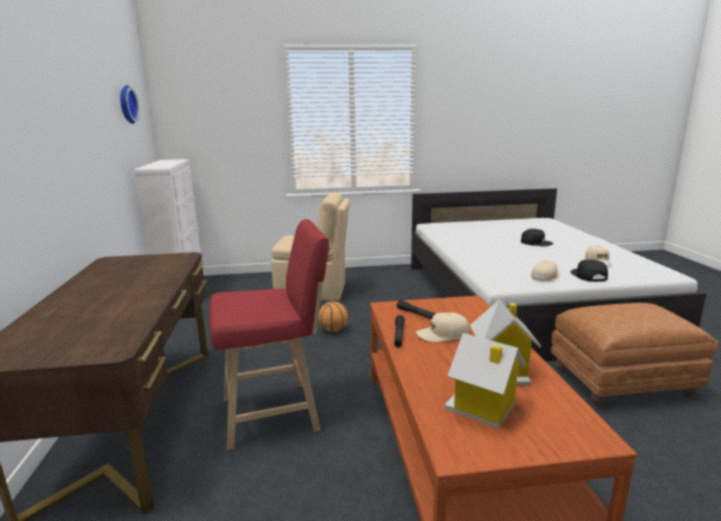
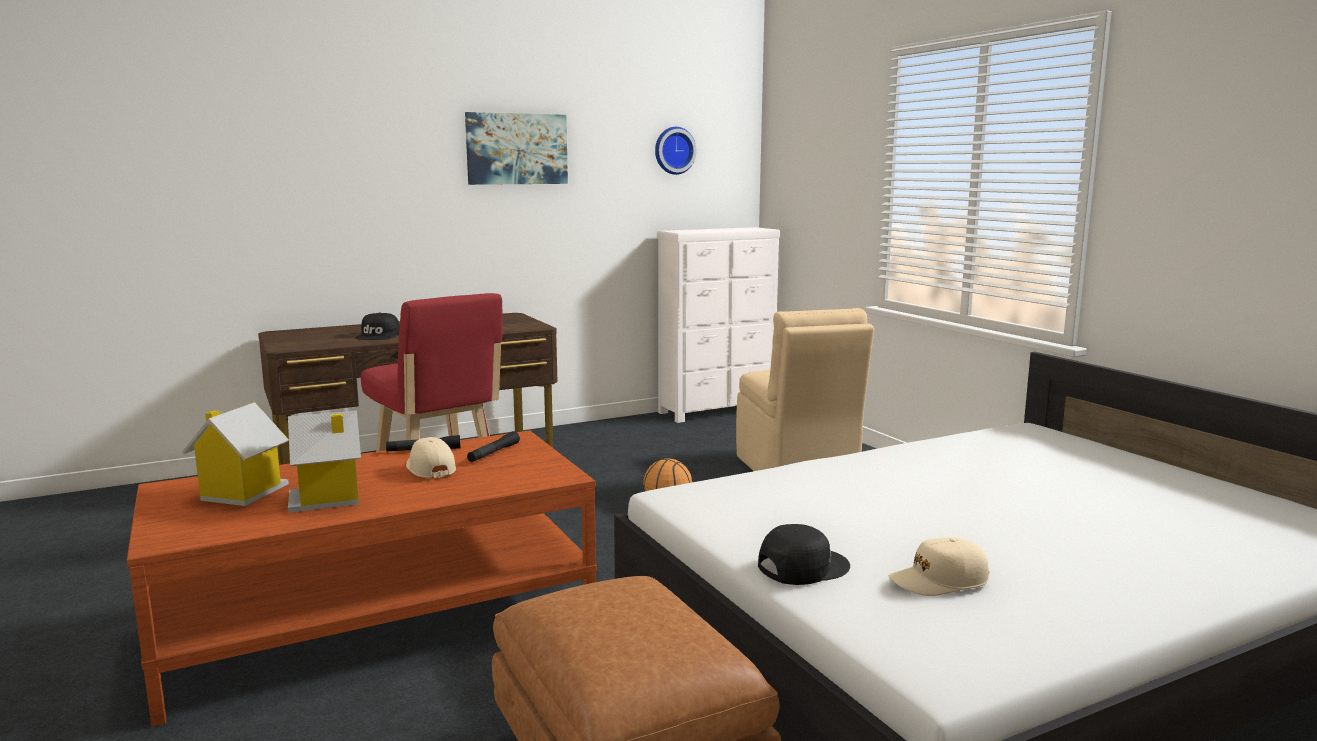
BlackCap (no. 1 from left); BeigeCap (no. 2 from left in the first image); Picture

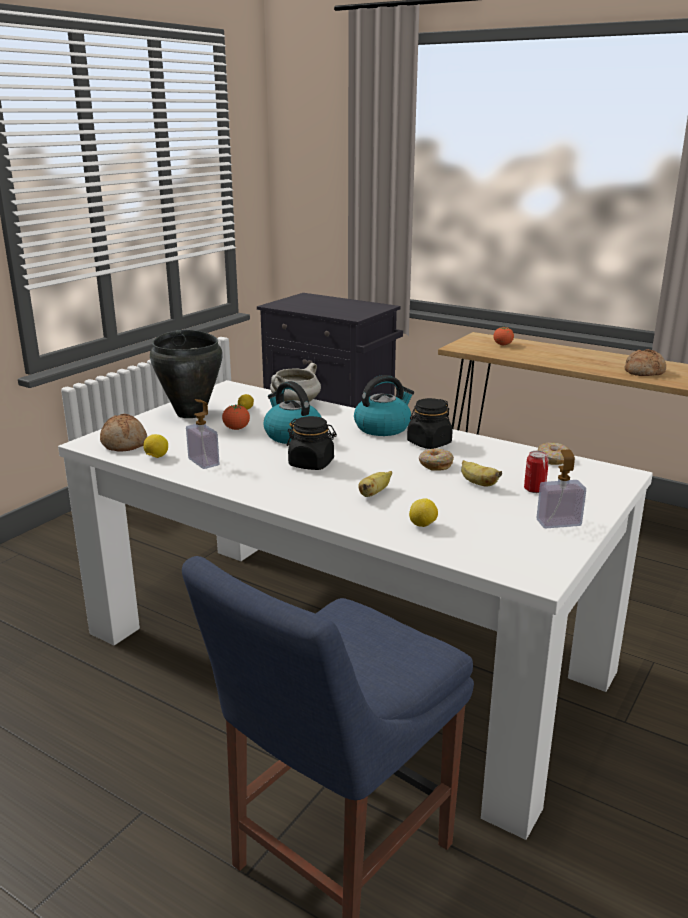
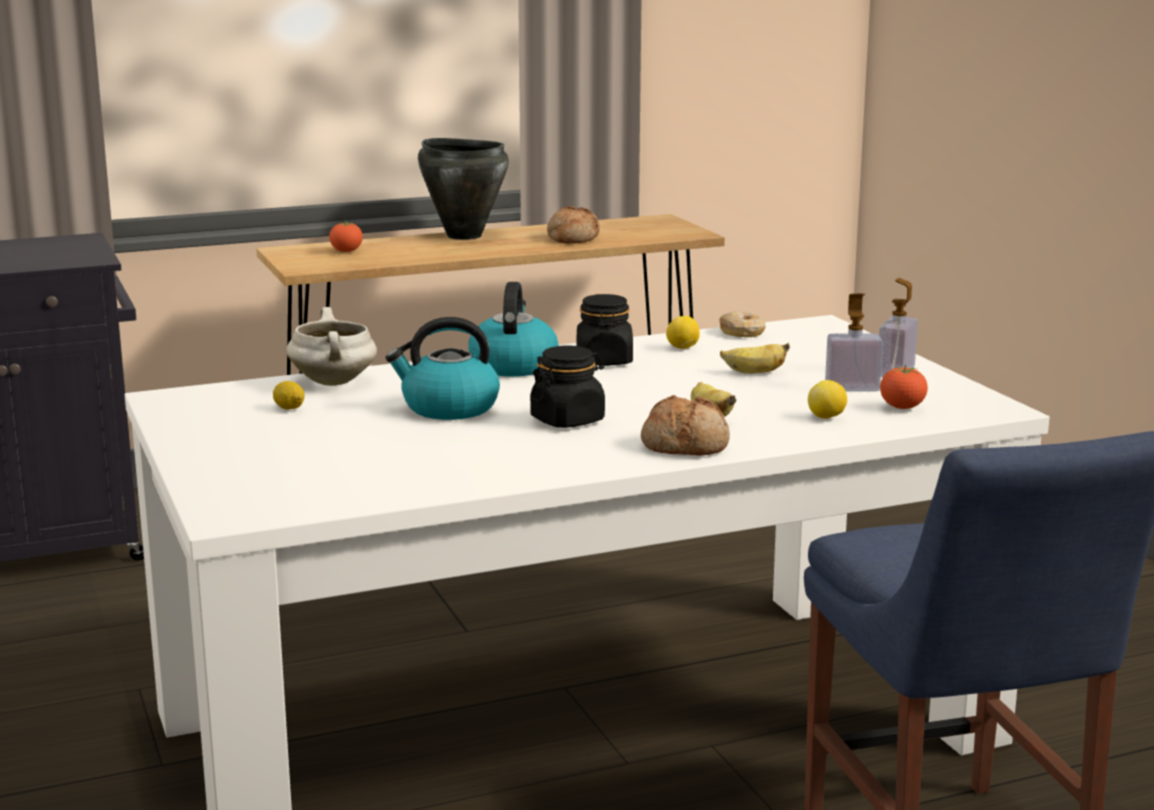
Bread (no. 2 from left); Lemon (no. 2 from left); BlackCookingPot; SoapDispenser (no. 1 from left); Tomato (no. 2 from left); Donut (no. 1 from left in the first image); Can

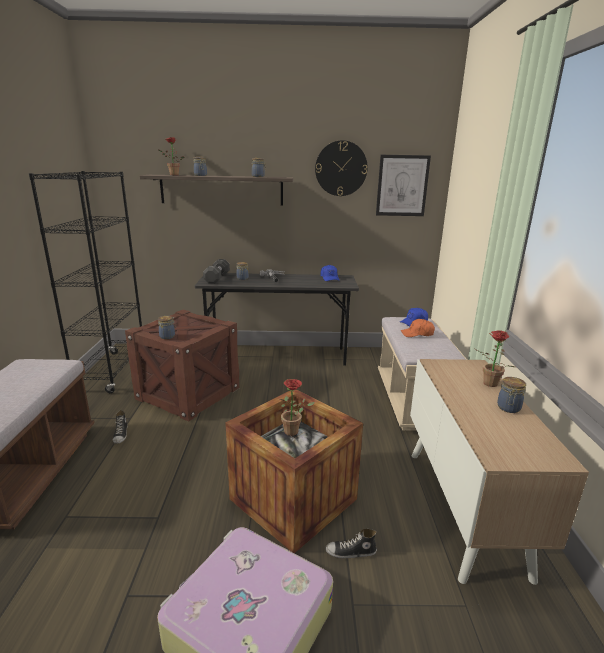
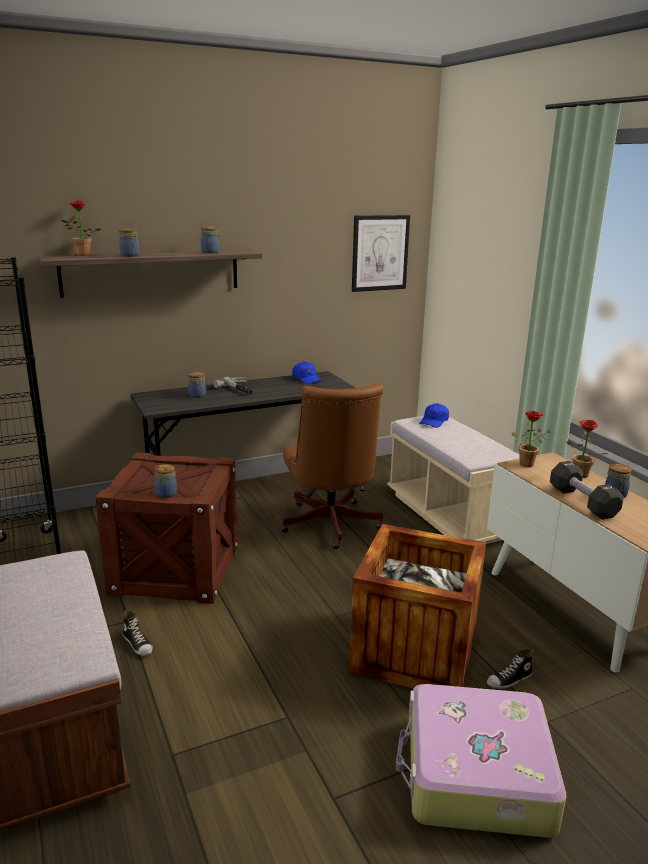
BlackDumbbell; PottedPlant (no. 2 from left); WallClock; OrangeCap; BrownOfficeChair

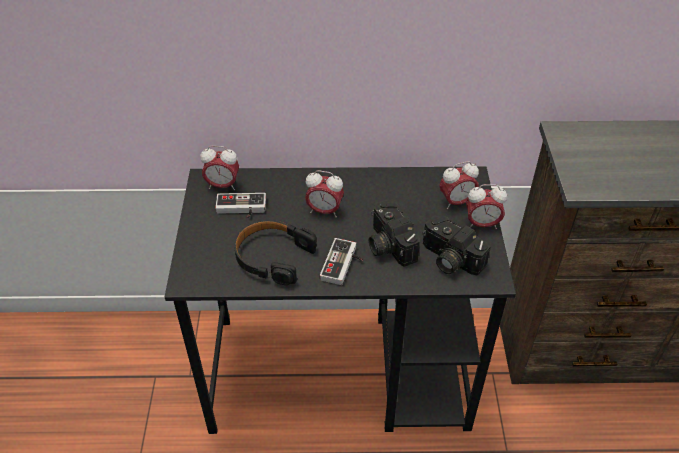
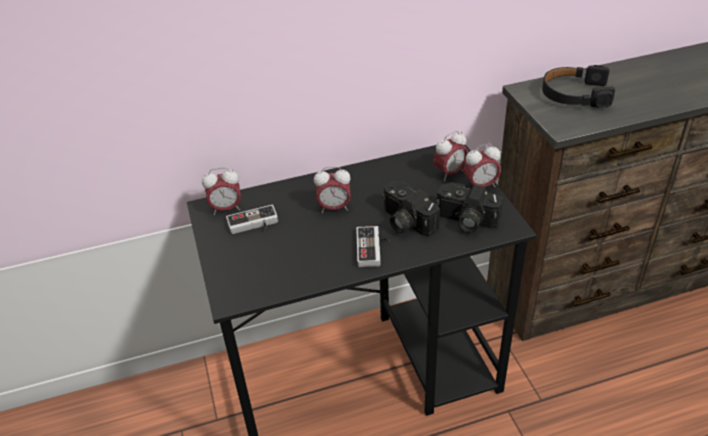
BlackHeadphones

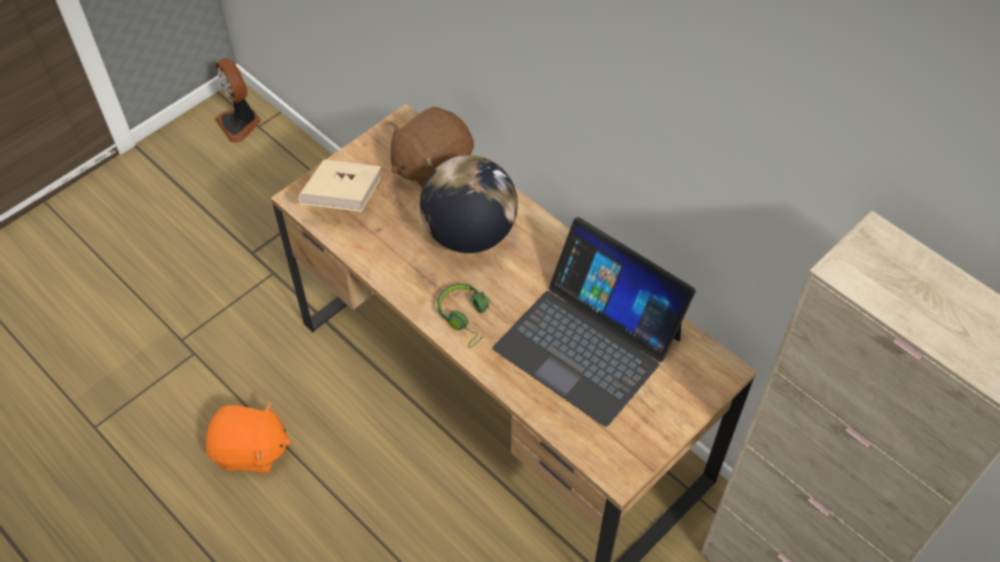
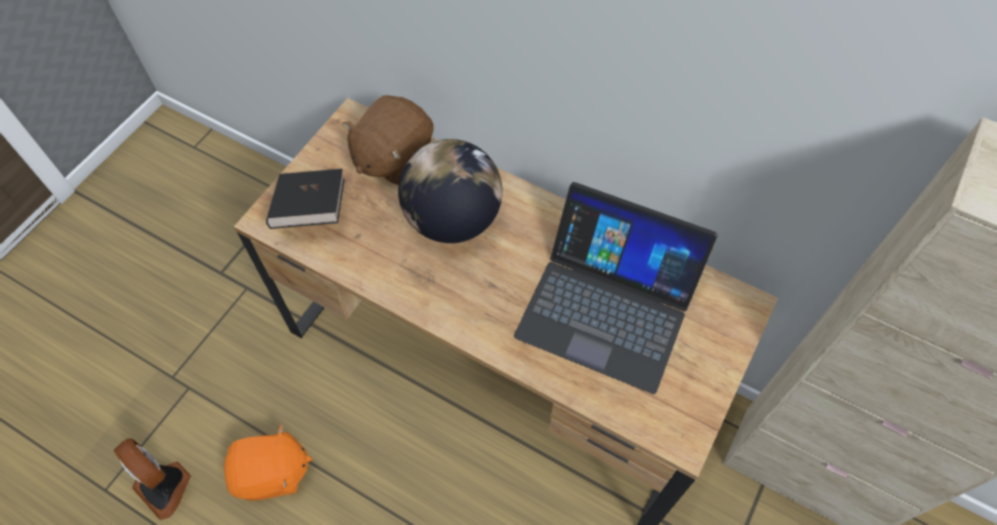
Fan; BlackBook; GreenHeadphones

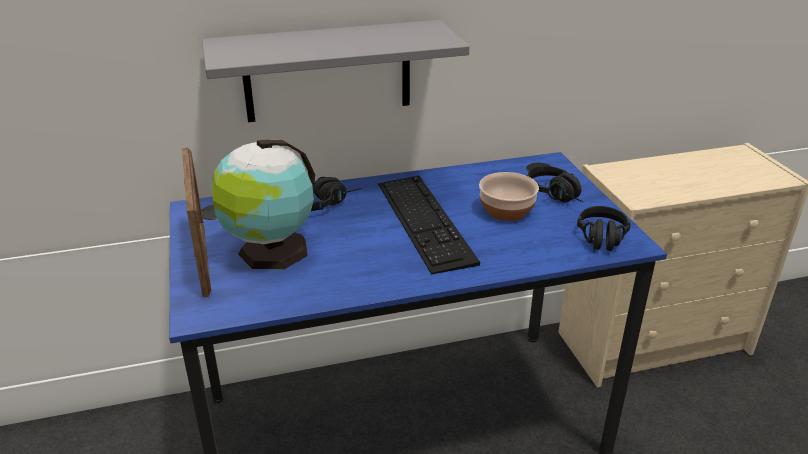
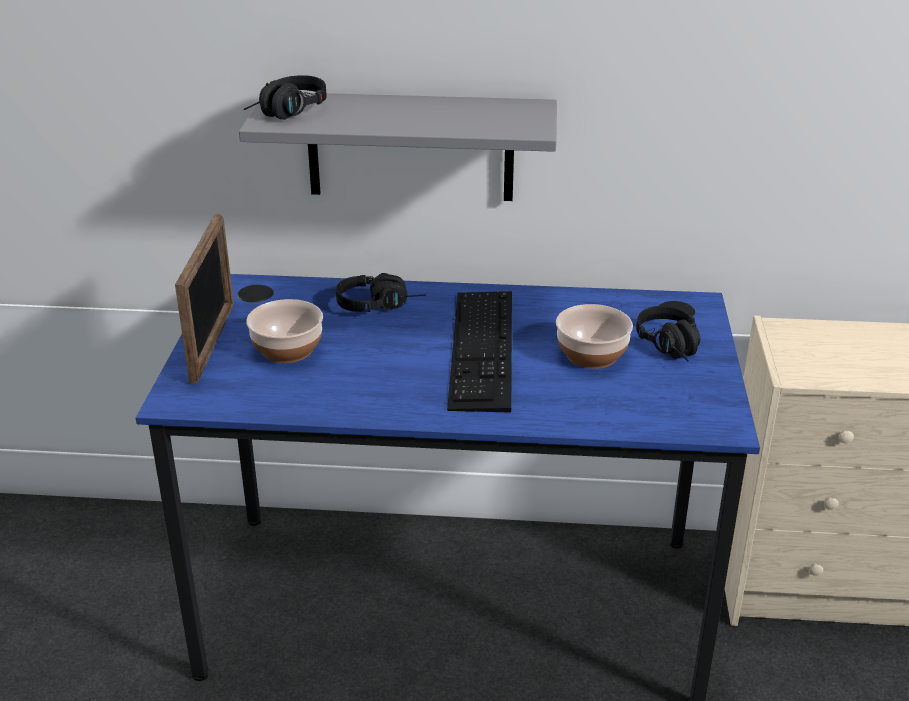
Bowl (no. 1 from left); BlackHeadphones (no. 1 from left)

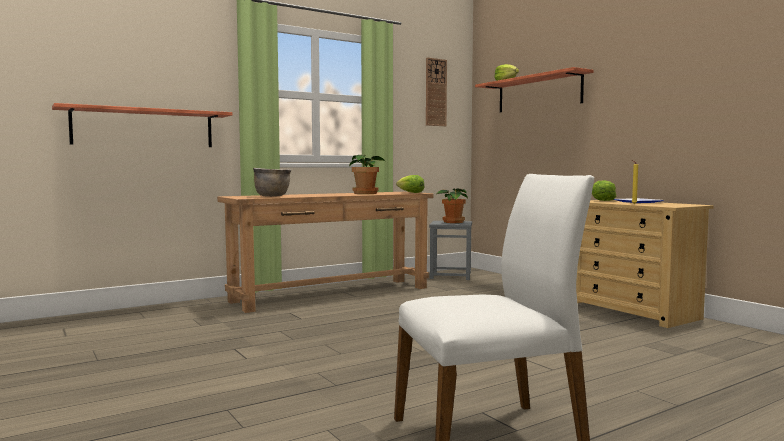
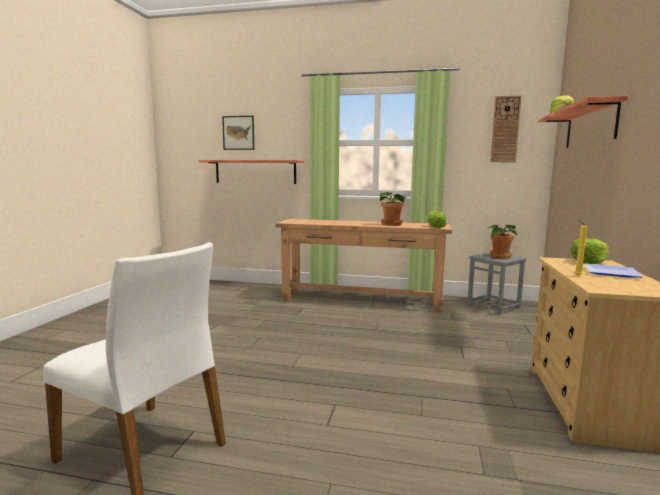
BrownCookingPot; Picture

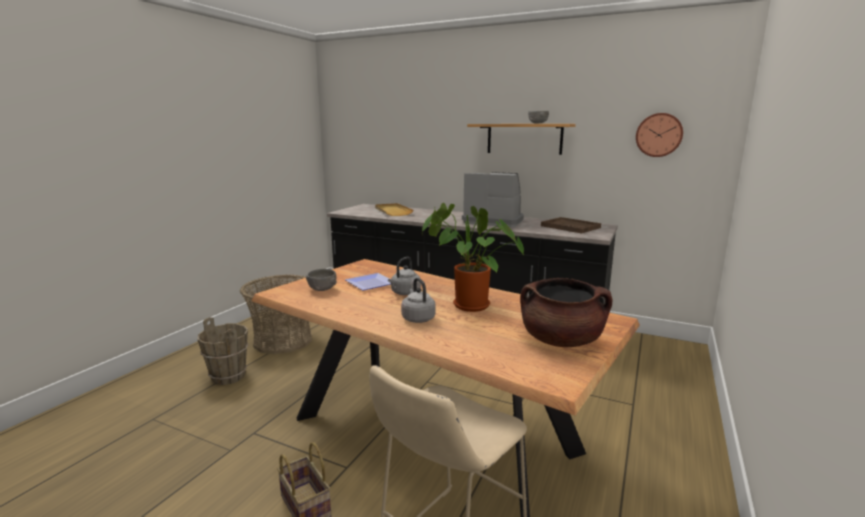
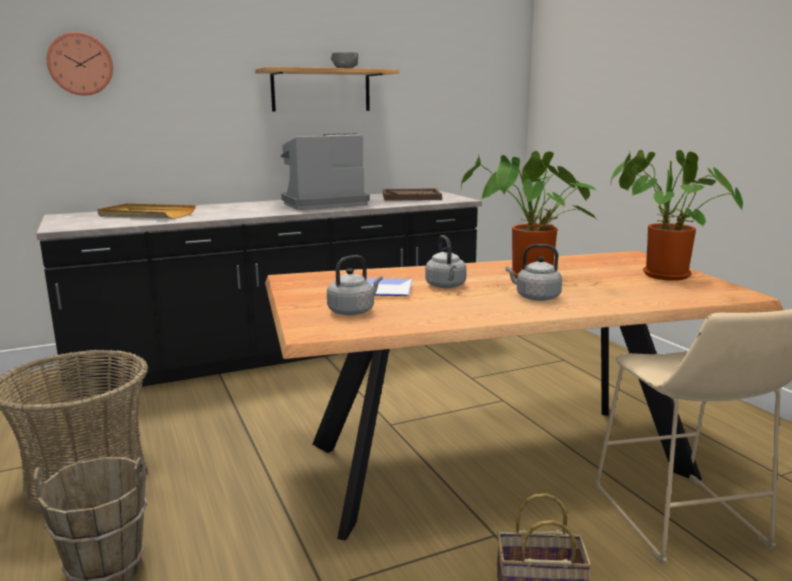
GreyKettle (no. 1 from left); PottedPlant (no. 2 from left); WallClock

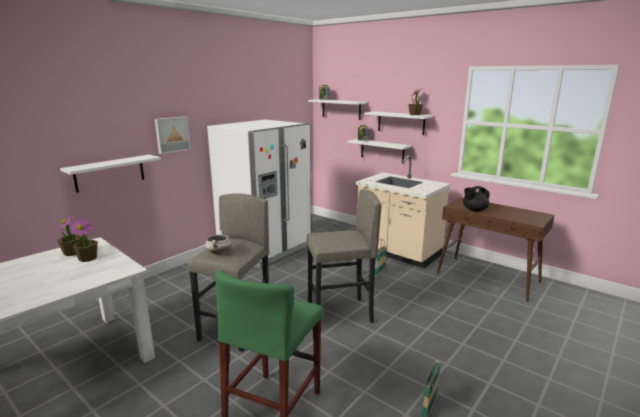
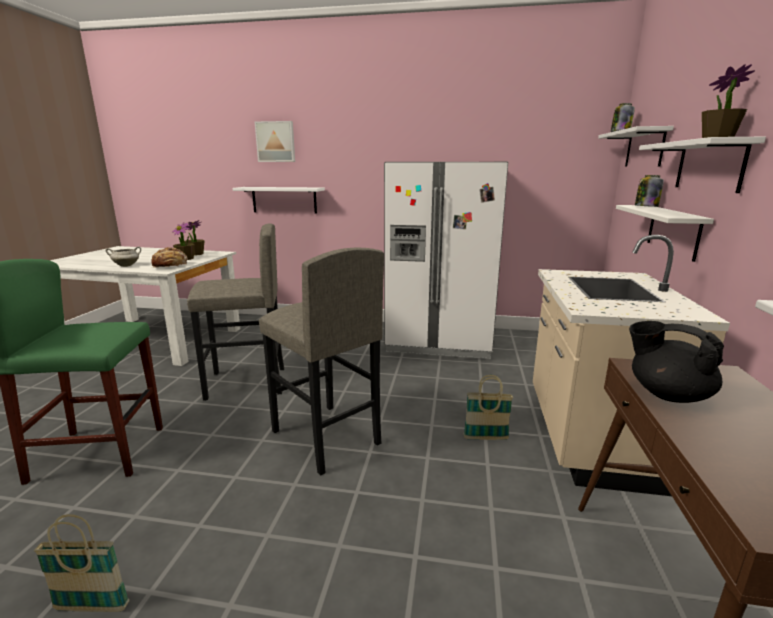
Picture; WhiteCookingPot; Bread

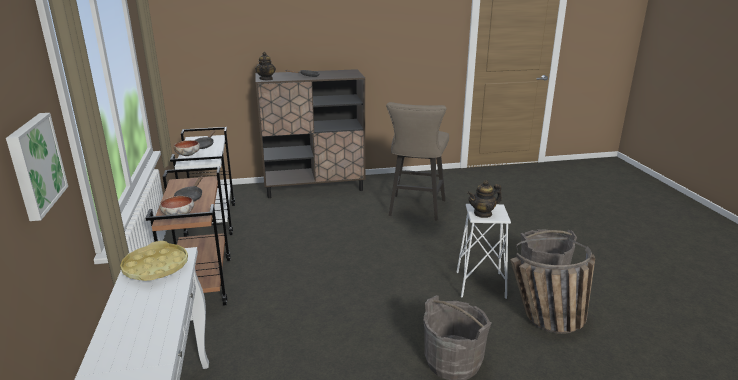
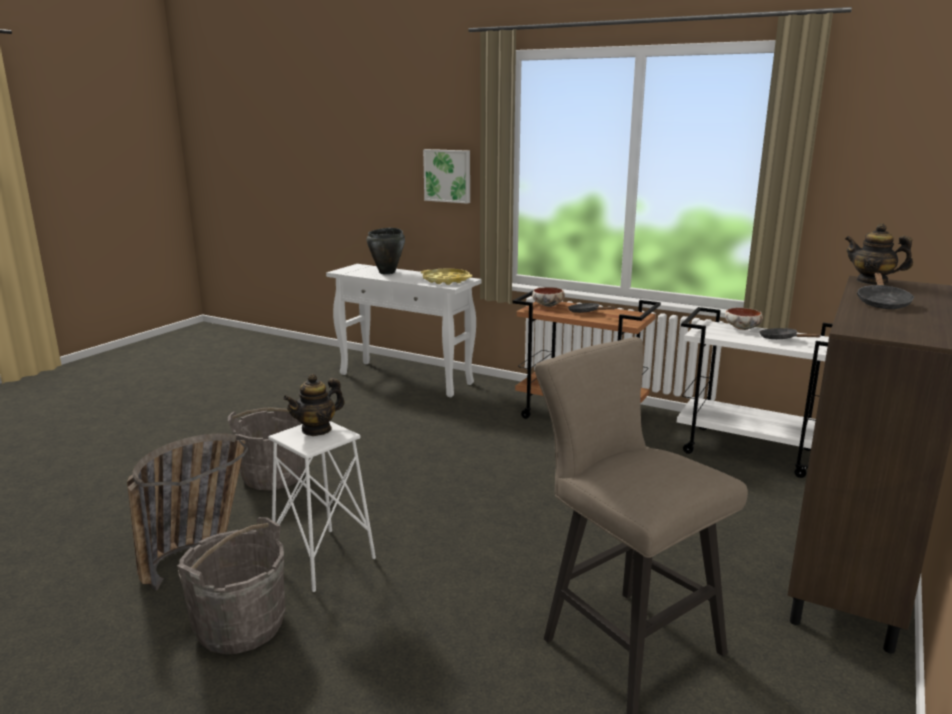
Teapot (no. 1 from left); BlackCookingPot

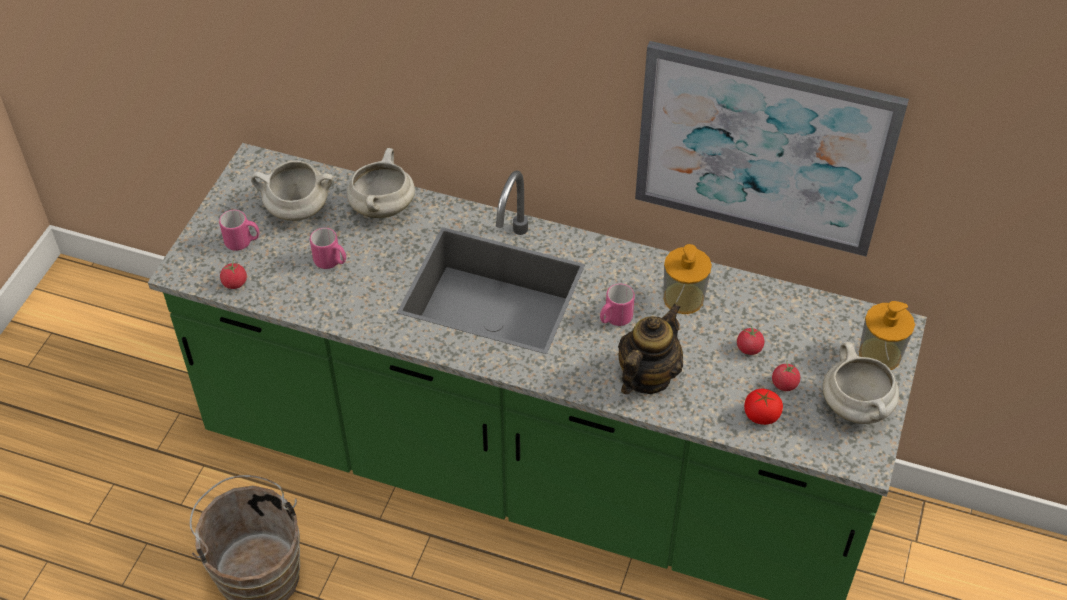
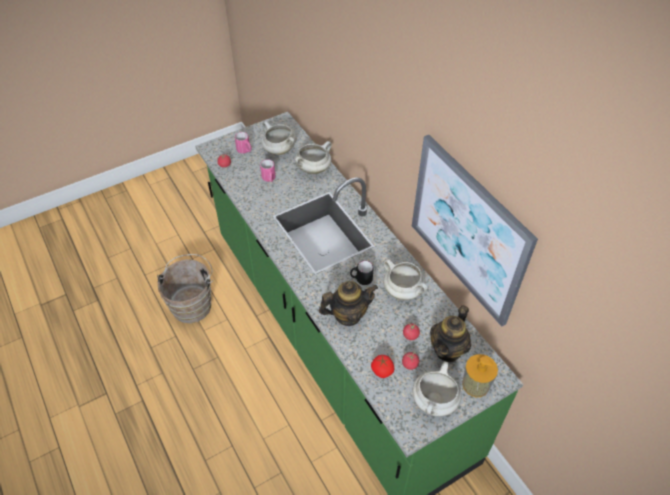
BlackMug; WhiteCookingPot (no. 3 from left); Teapot (no. 2 from left)

